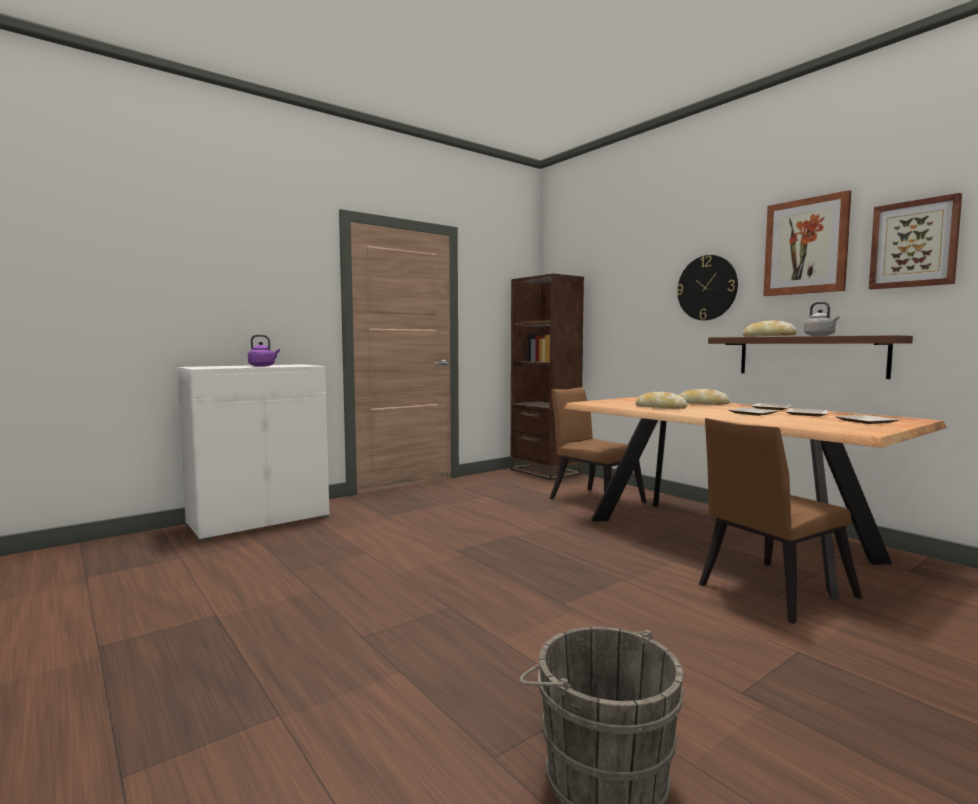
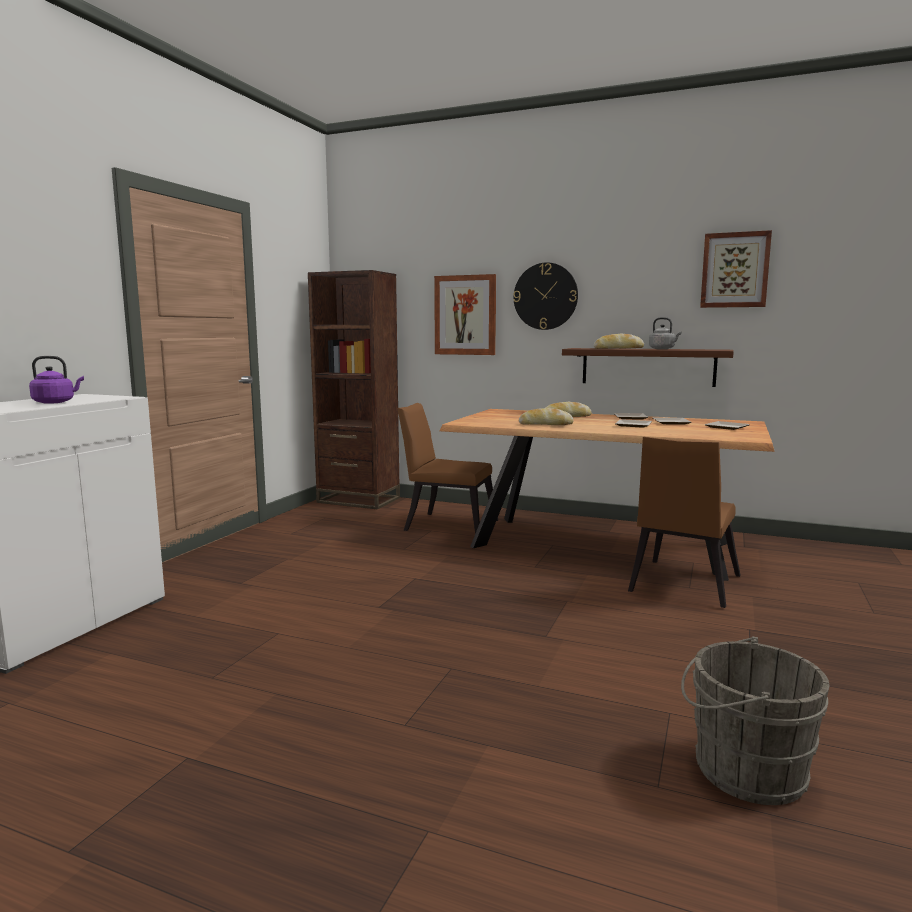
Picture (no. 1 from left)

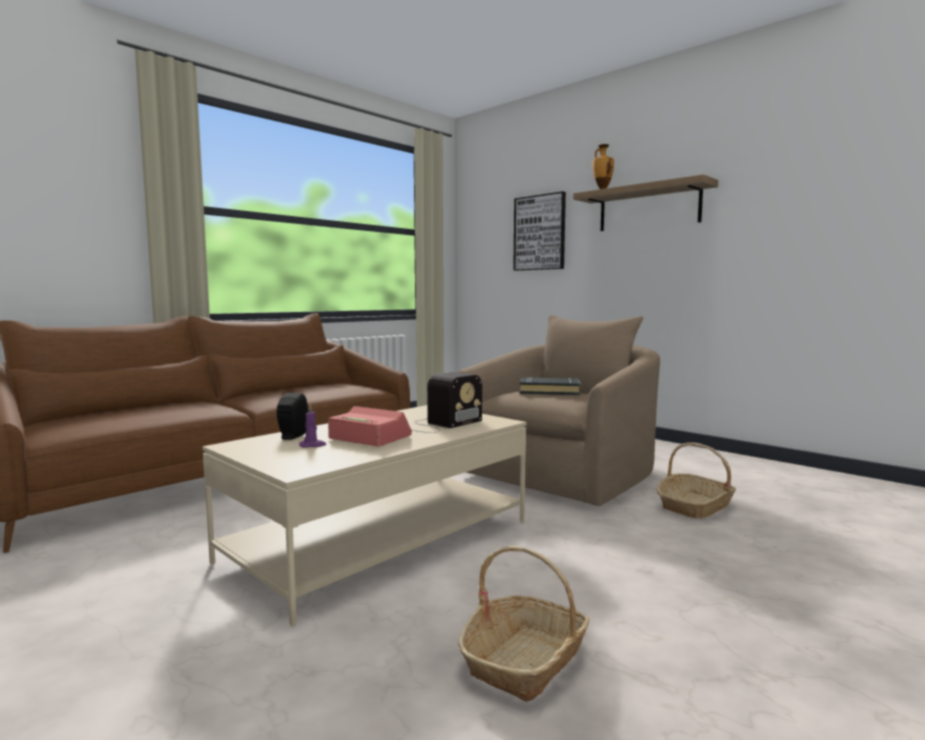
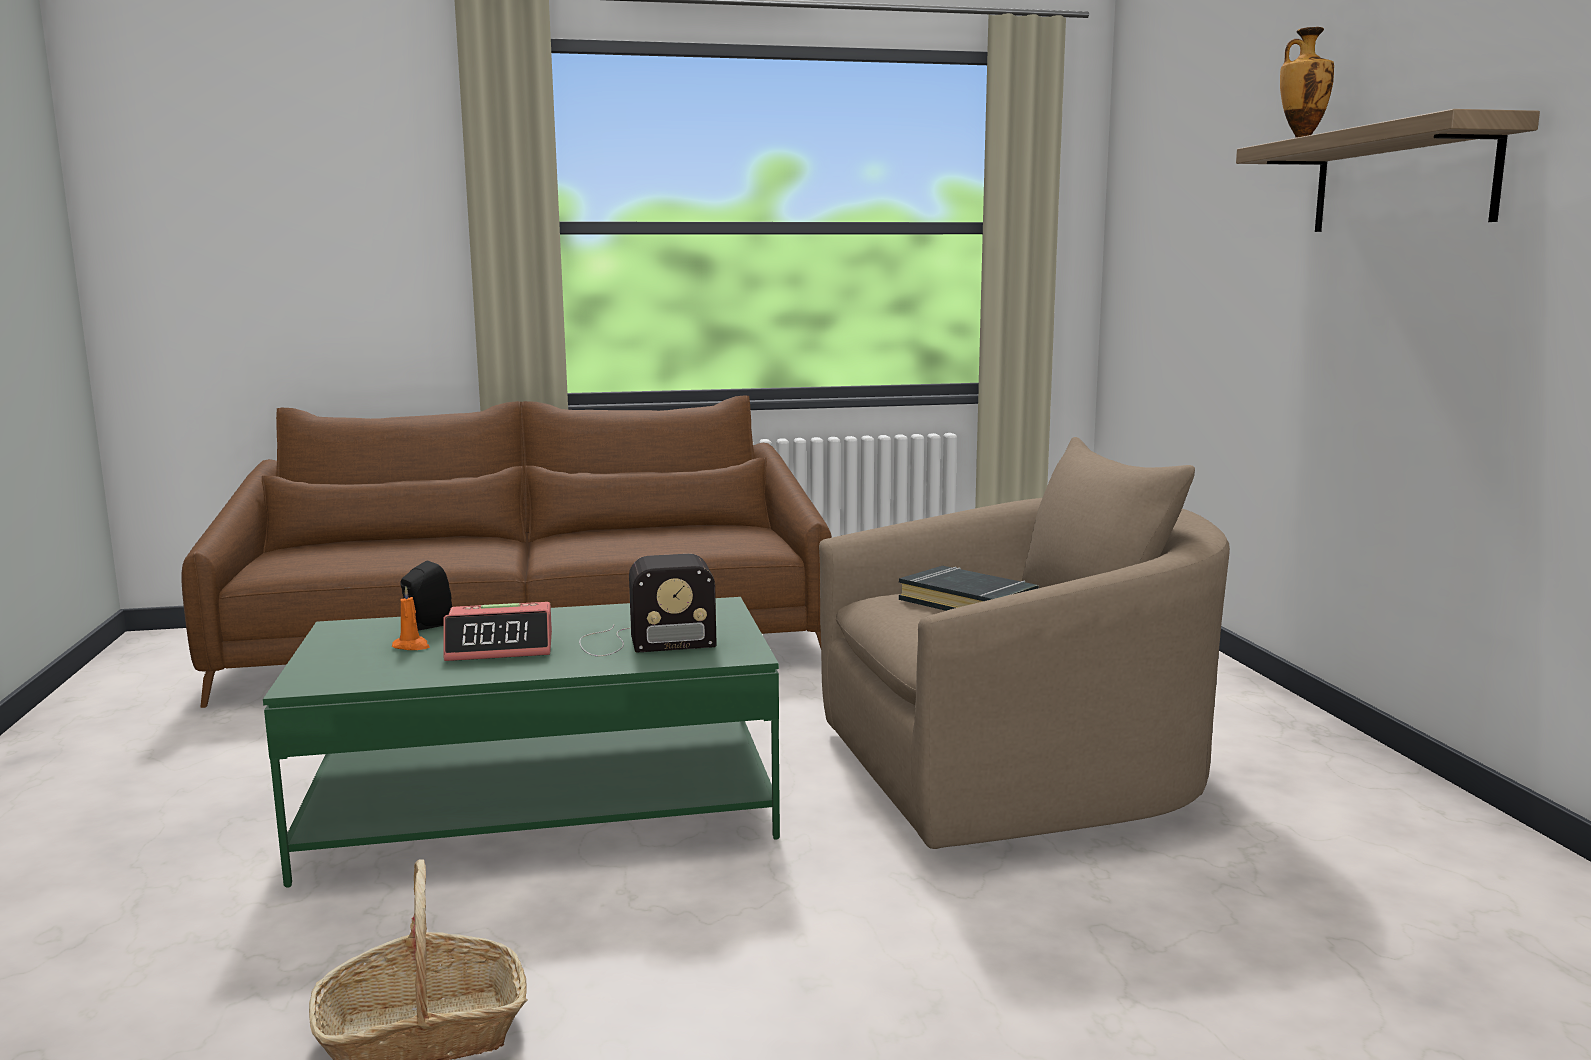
GreenCoffeeTable; OrangeCandle; AlarmClock; Picture; Basket (no. 2 from left in the first image)

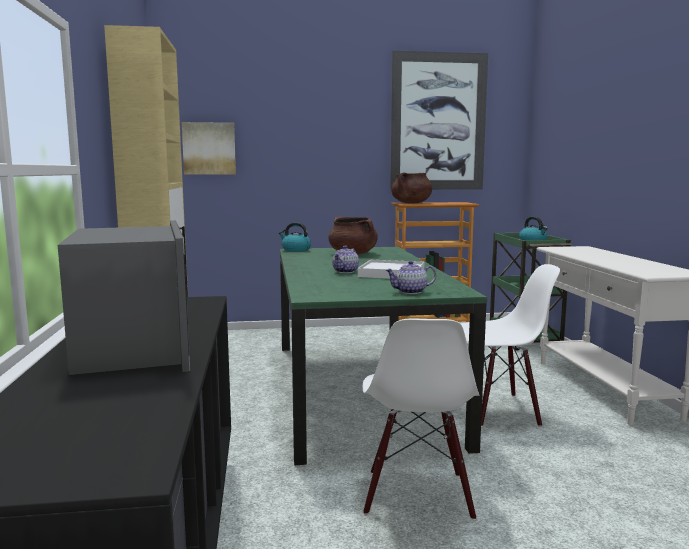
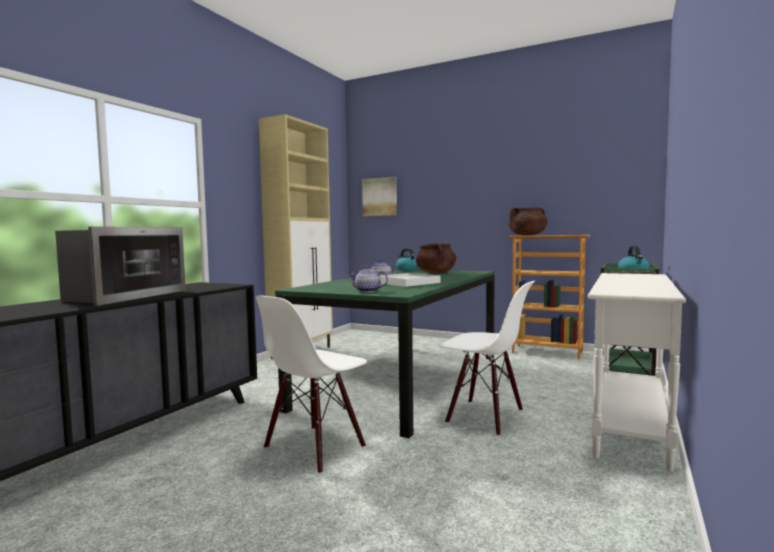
Picture (no. 2 from left in the first image)

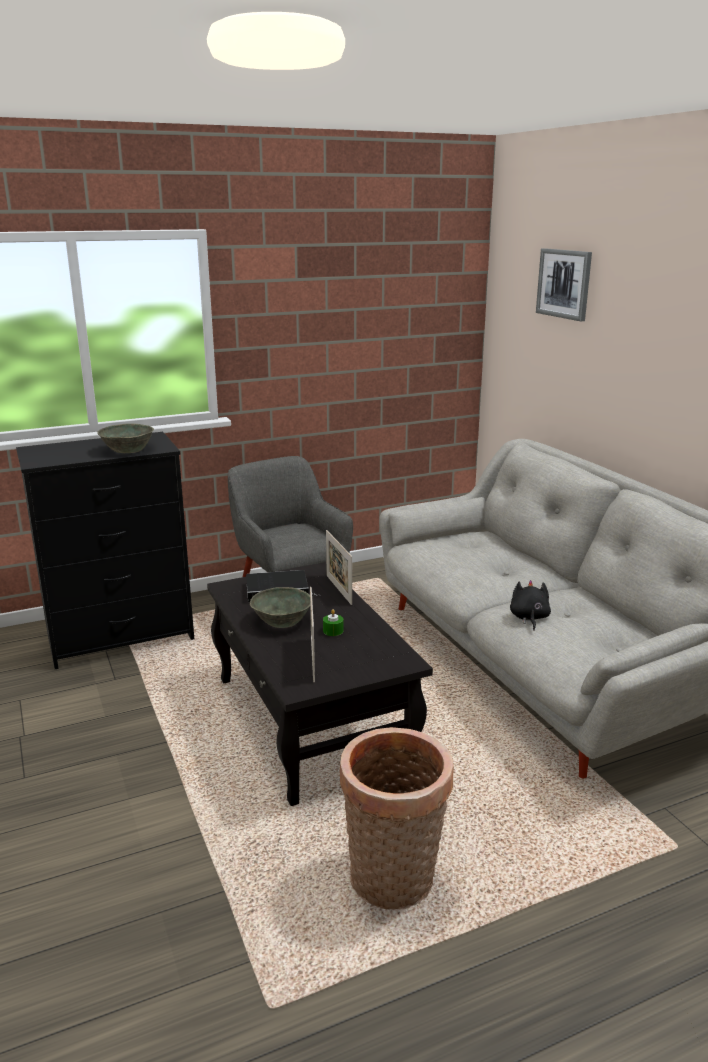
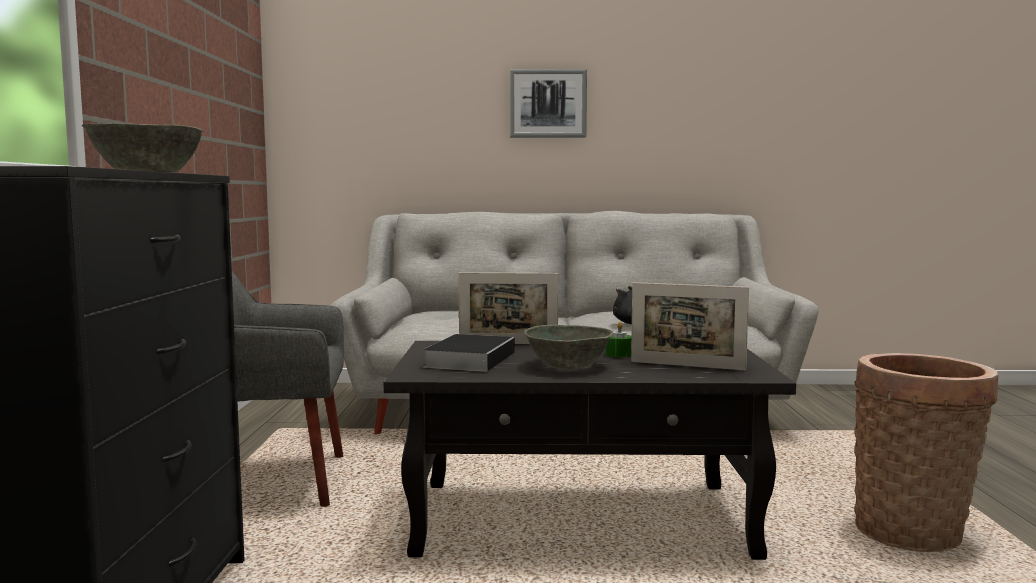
Picture

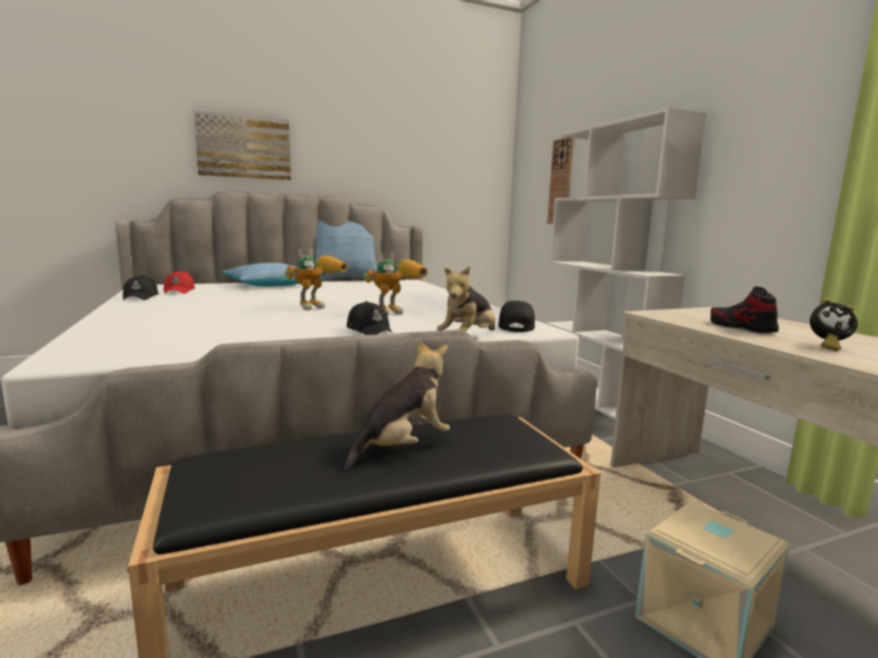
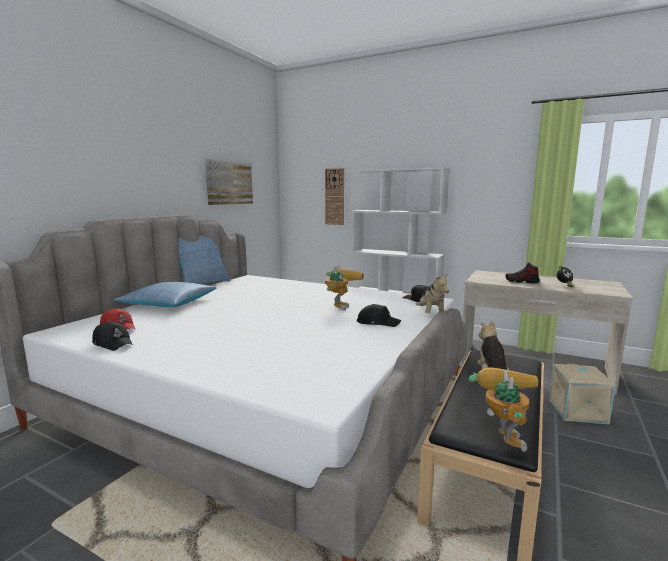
Picture; ToyRobot (no. 2 from left)

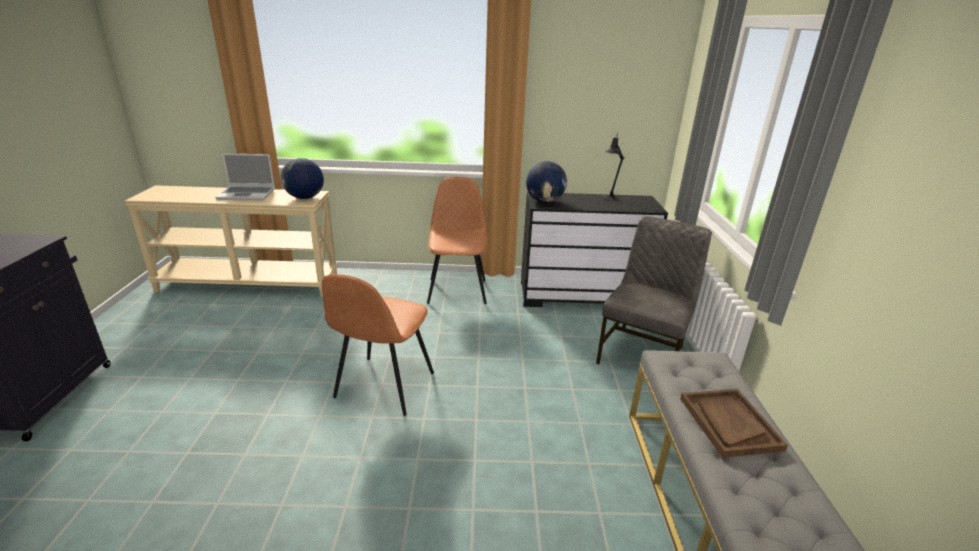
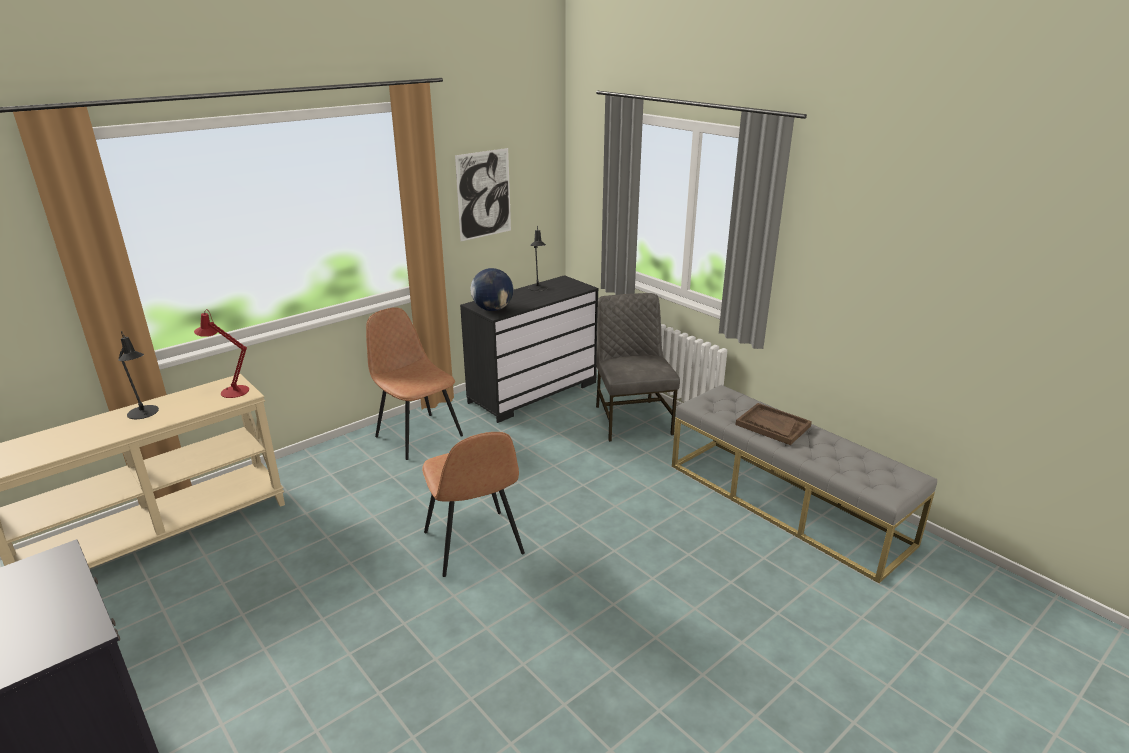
BlackTableLamp (no. 1 from left); RedTableLamp; Picture

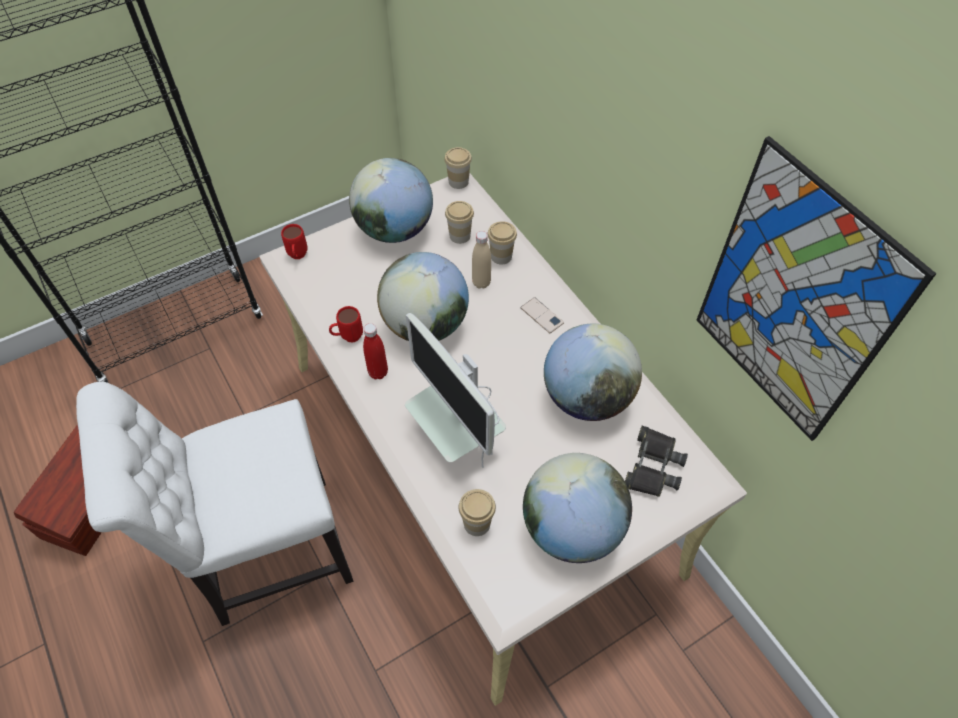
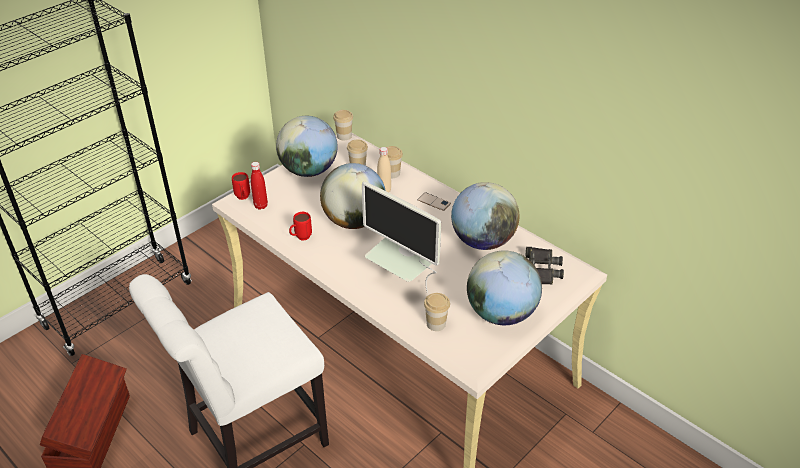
RedBottle; Picture

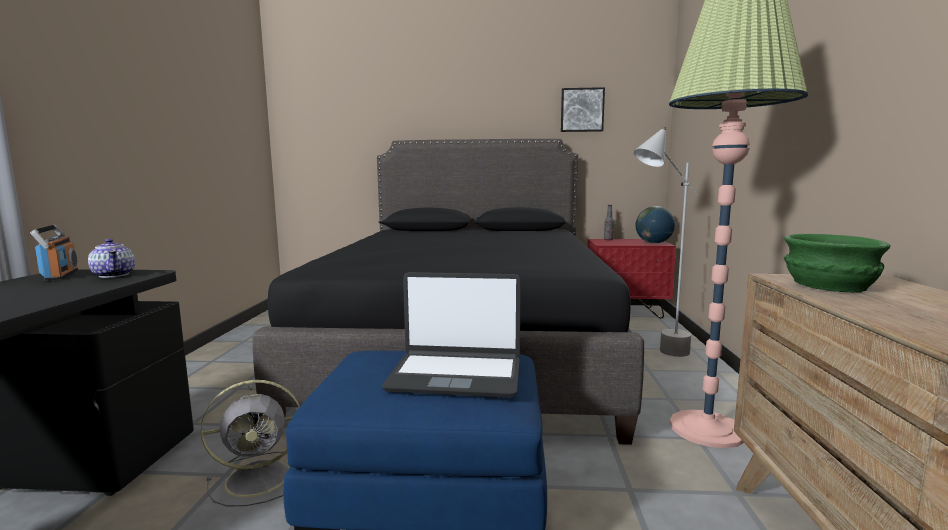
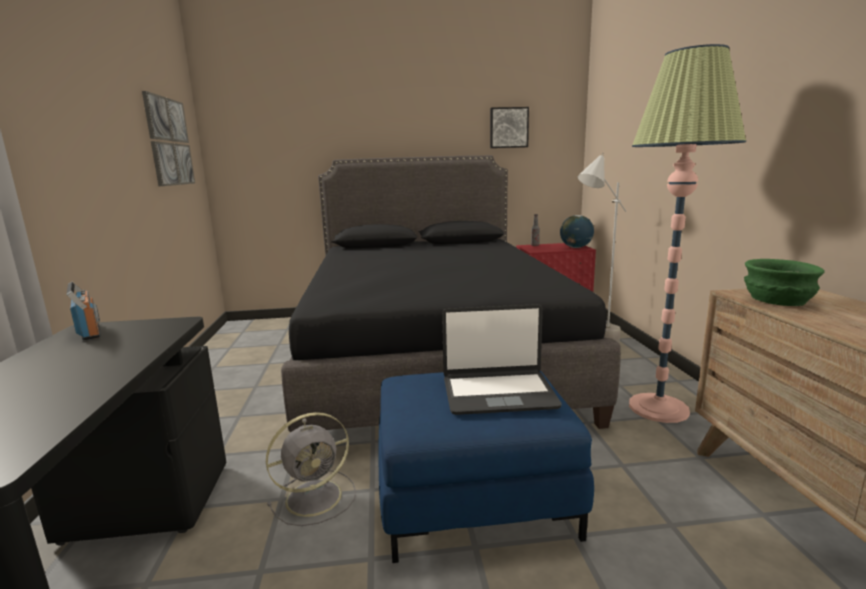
Teapot; Picture (no. 1 from left)

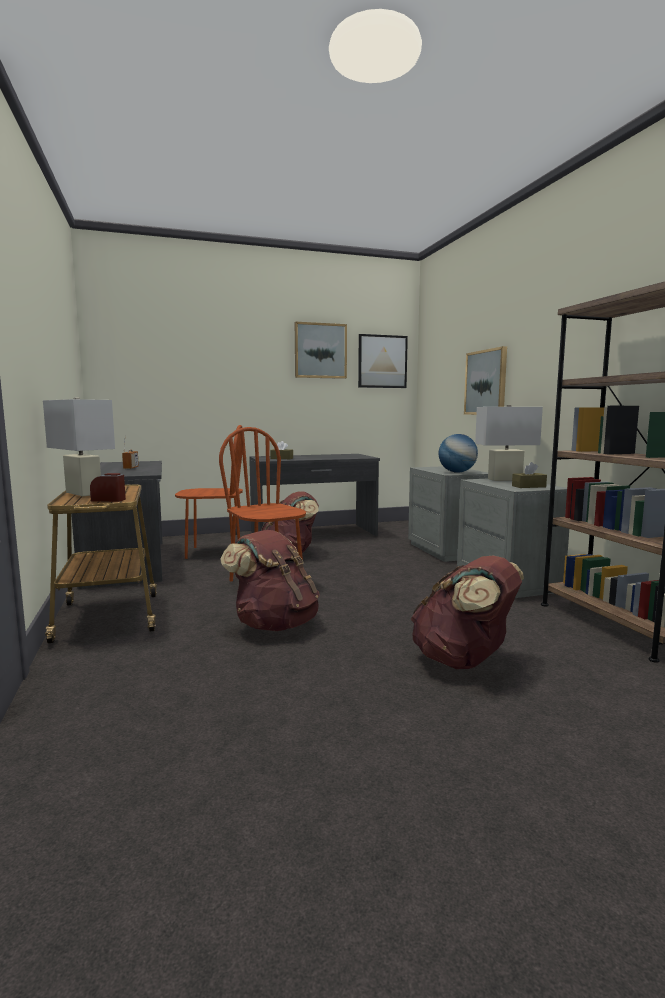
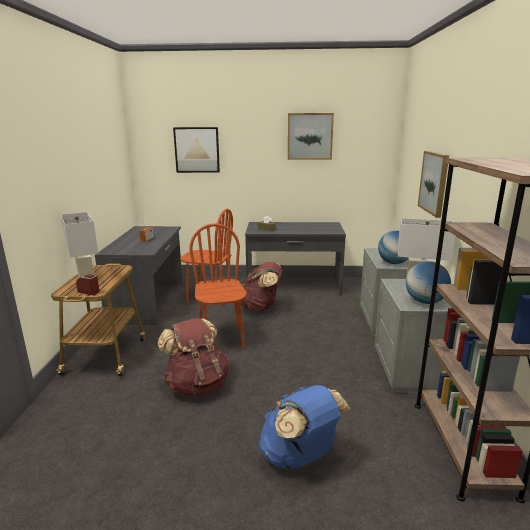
Picture (no. 1 from left); BlueBackpack; Globe (no. 2 from left)

